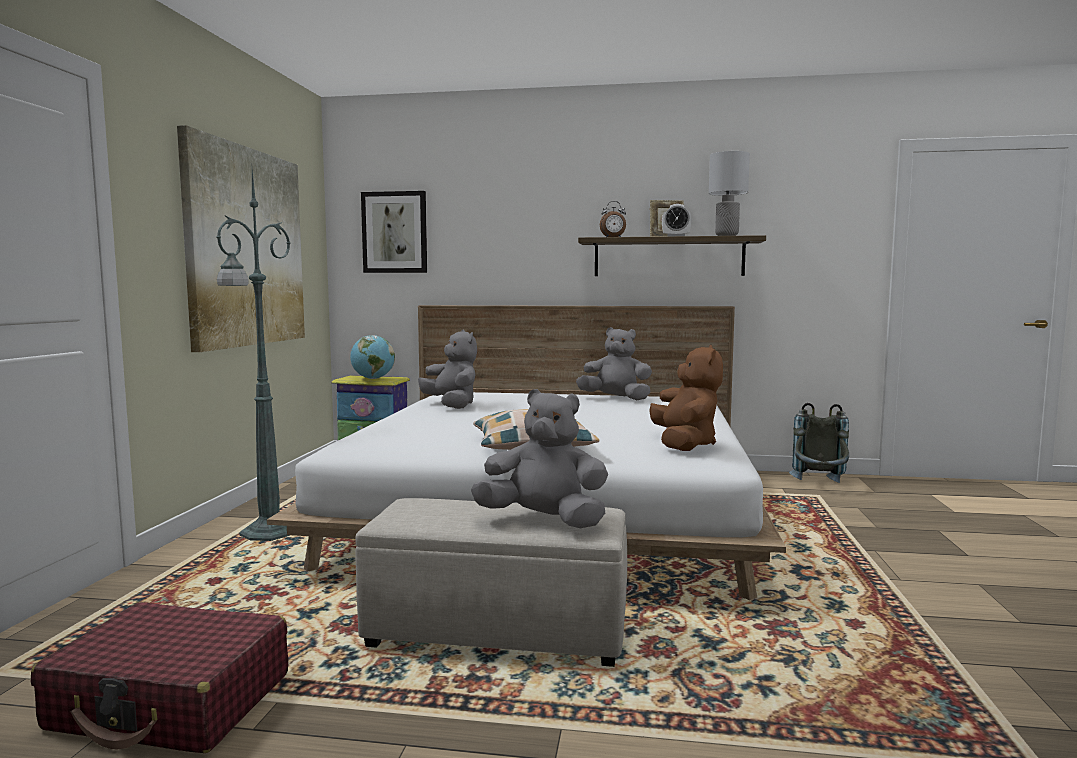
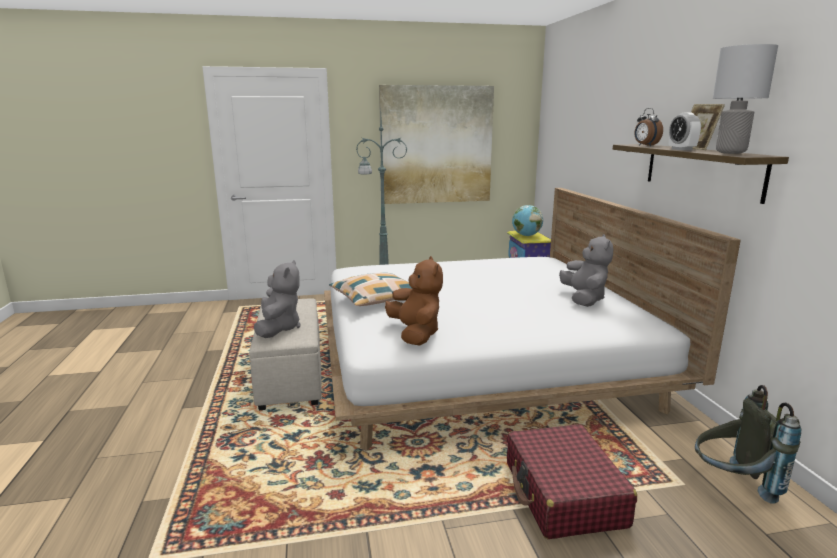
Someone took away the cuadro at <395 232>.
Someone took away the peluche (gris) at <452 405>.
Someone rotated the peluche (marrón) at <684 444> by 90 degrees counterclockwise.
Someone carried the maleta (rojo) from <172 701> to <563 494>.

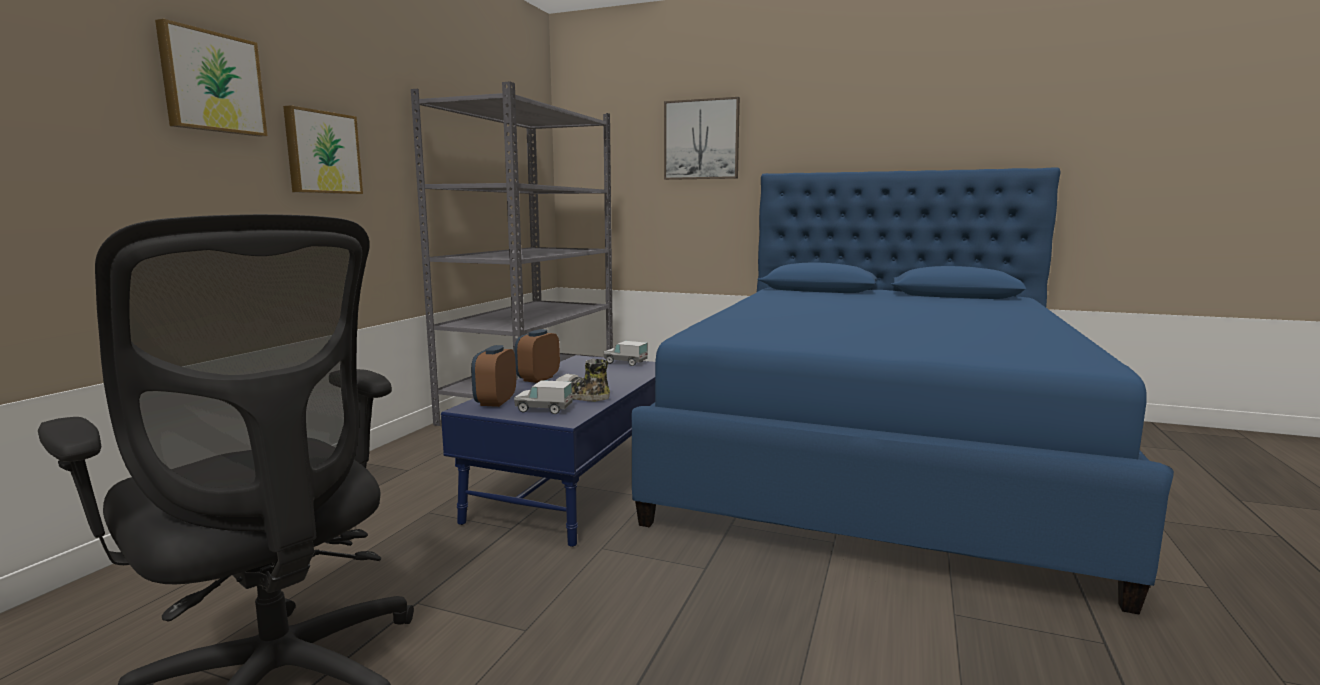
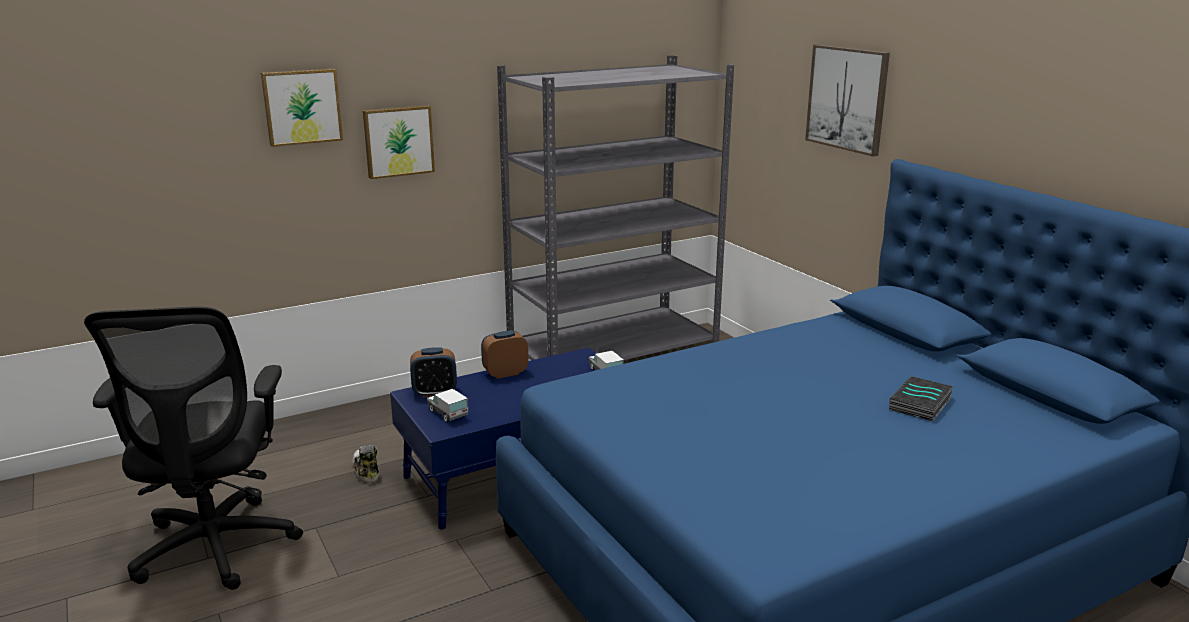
Someone rotated the despertador at <495 402> by 150 degrees counterclockwise.
Someone carried the zapato from <581 396> to <366 470>.
Someone put down the libro at <921 404>.

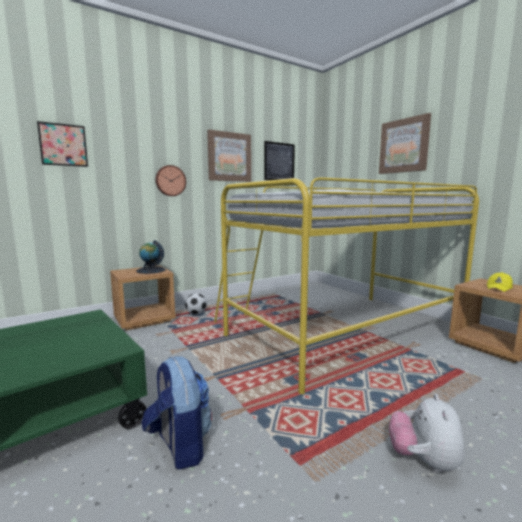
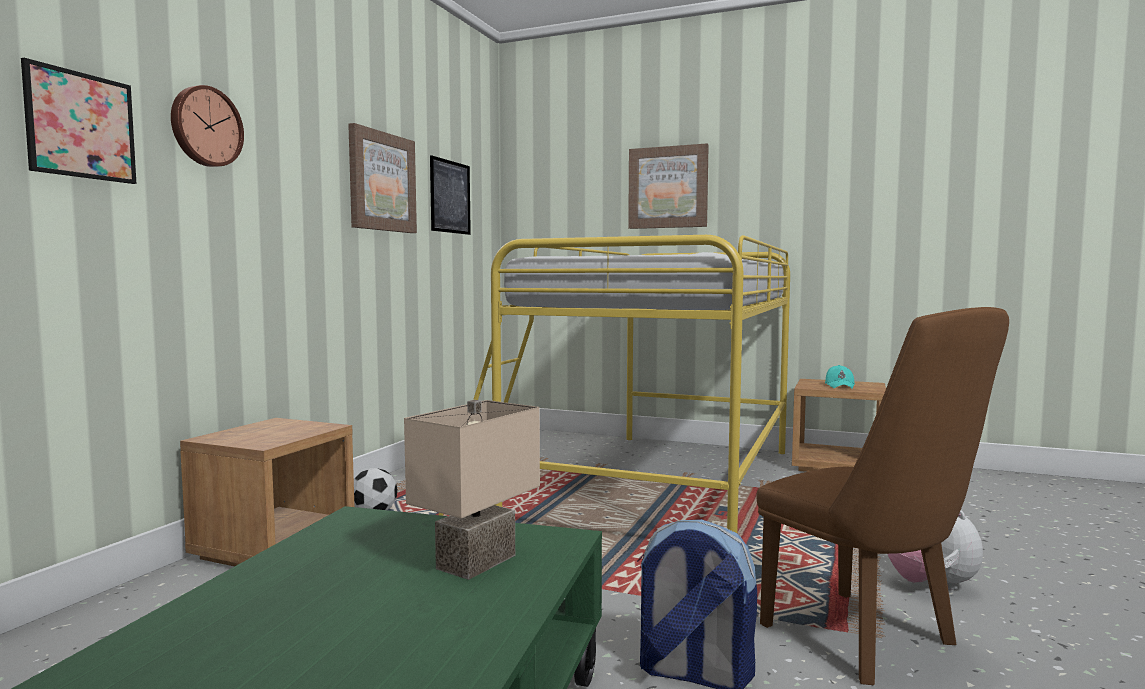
Someone carried the reloj de pared from <170 181> to <205 127>.
Someone took away the globo terráqueo at <151 270>.
Someone repainted the gorra (amarillo) at <499 288>, which became the gorra (turquesa) at <840 385>.
Someone put down the silla (marrón) at <870 641>.
Someone put down the lámpara de mesa (beis) at <474 561>.

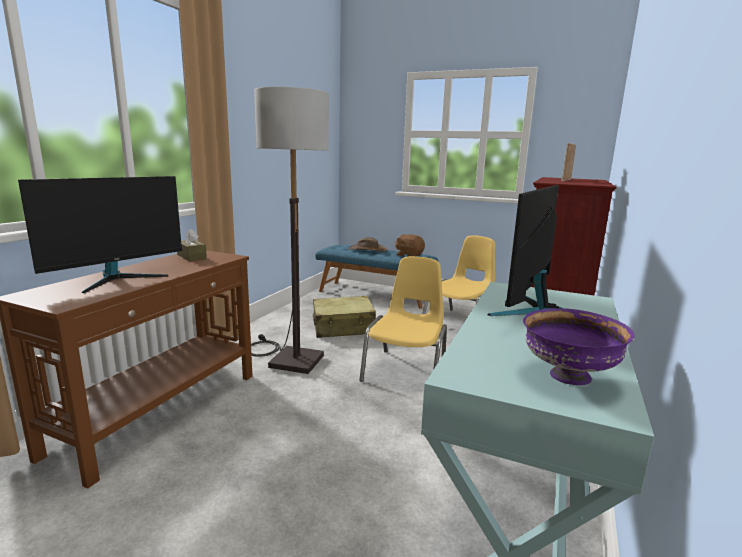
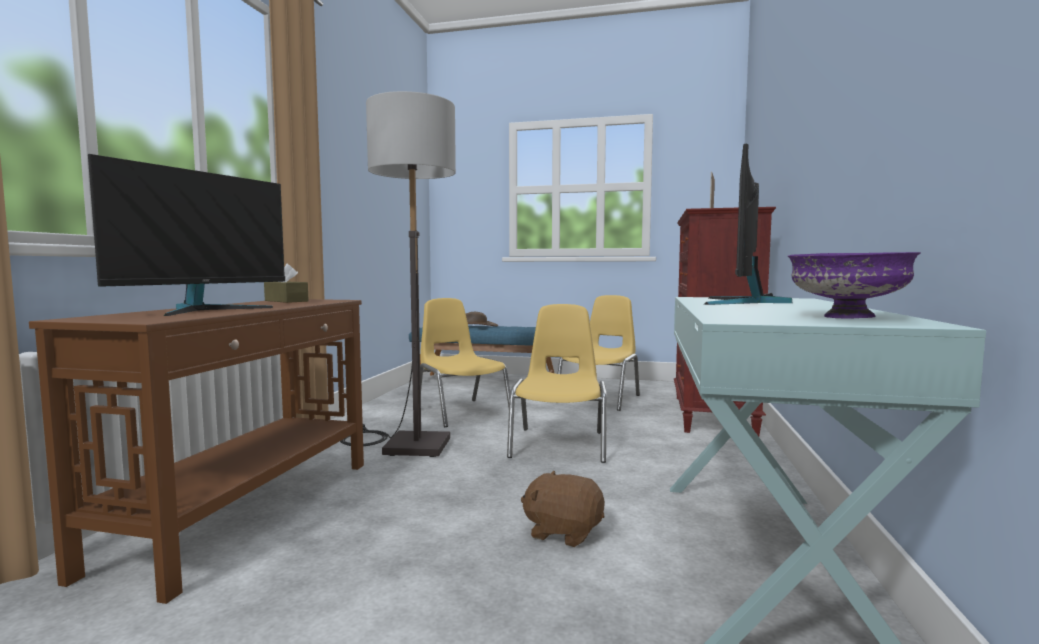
Someone carried the peluche (marrón) from <409 255> to <563 532>.
Someone swapped the maleta (beis) at <343 327> for the silla (amarillo) at <461 412>.

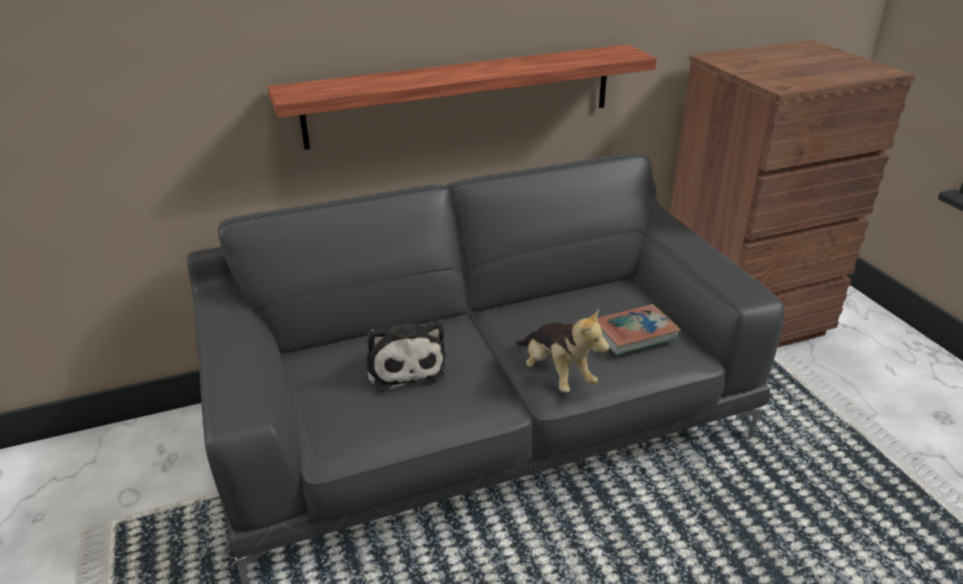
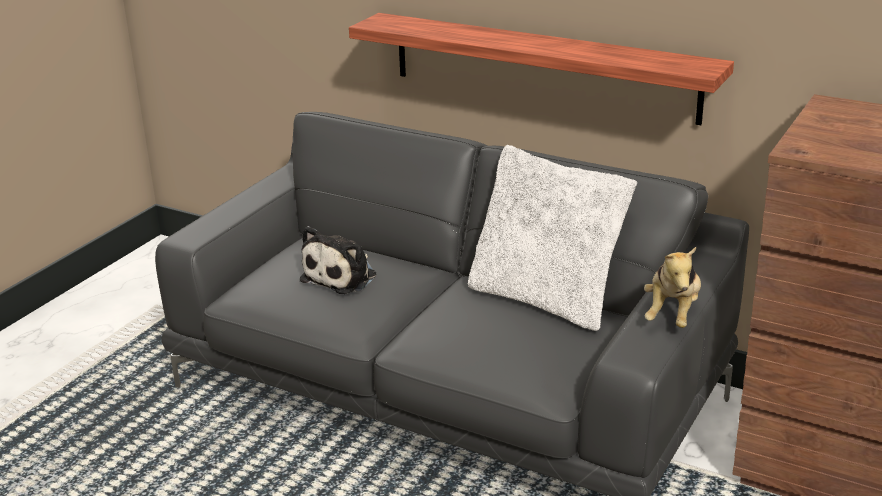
Someone took away the libro at <634 334>.
Someone carried the peluche from <556 374> to <672 314>.
Someone put down the cojín (blanco) at <546 295>.

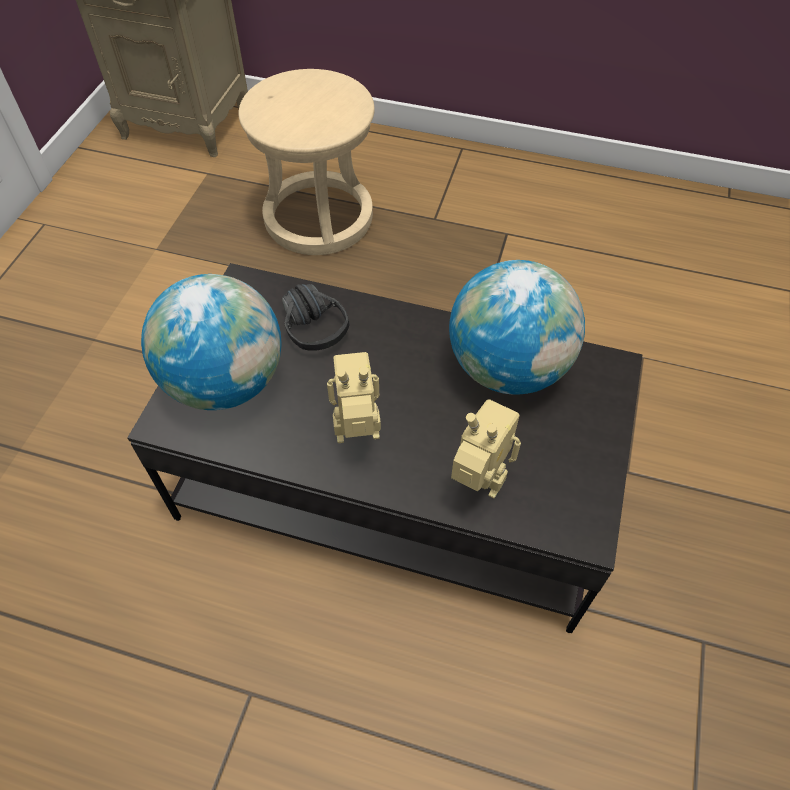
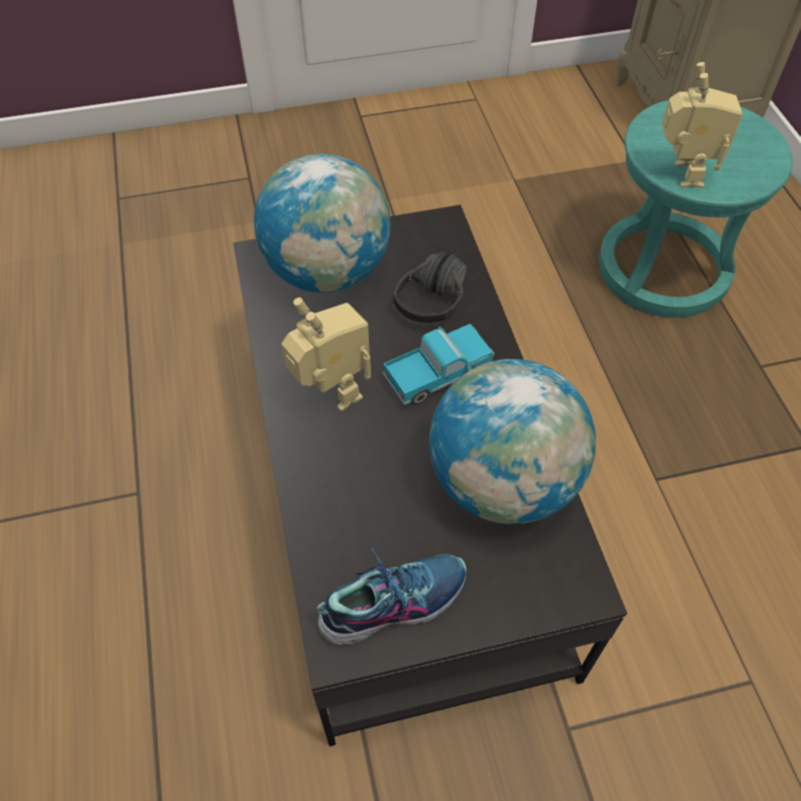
Someone repainted the taburete (beis) at <319 217>, which became the taburete (turquesa) at <664 269>.
Someone carried the robot de juguete from <476 485> to <681 175>.
Someone put down the camión de juguete at <438 375>.
Someone put down the zapato at <393 601>.

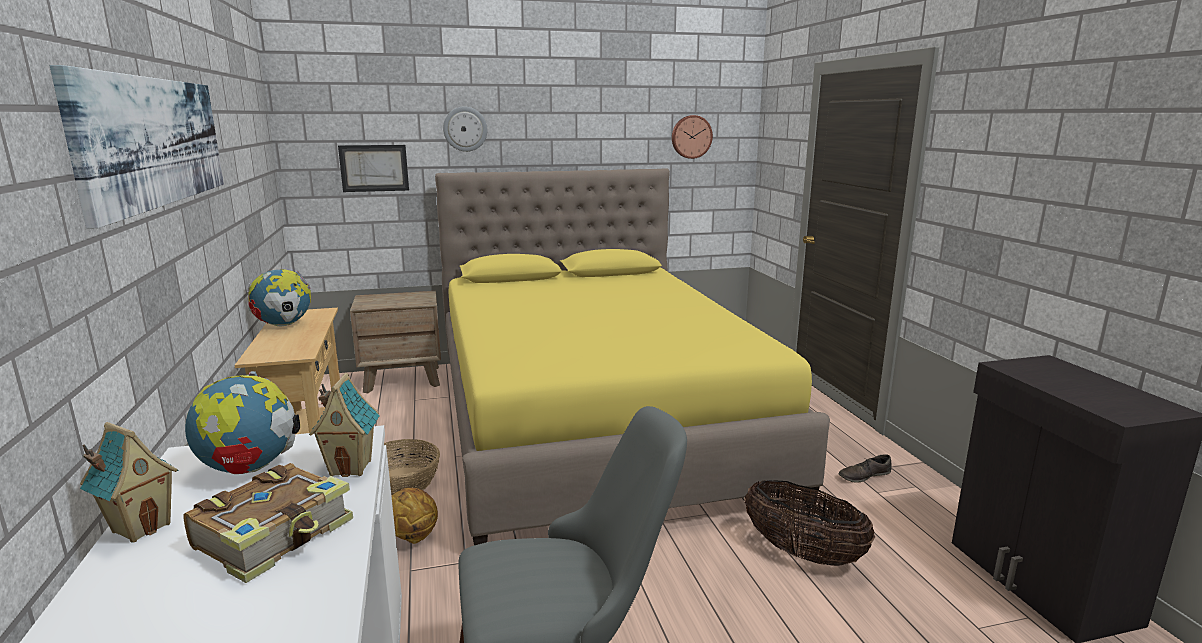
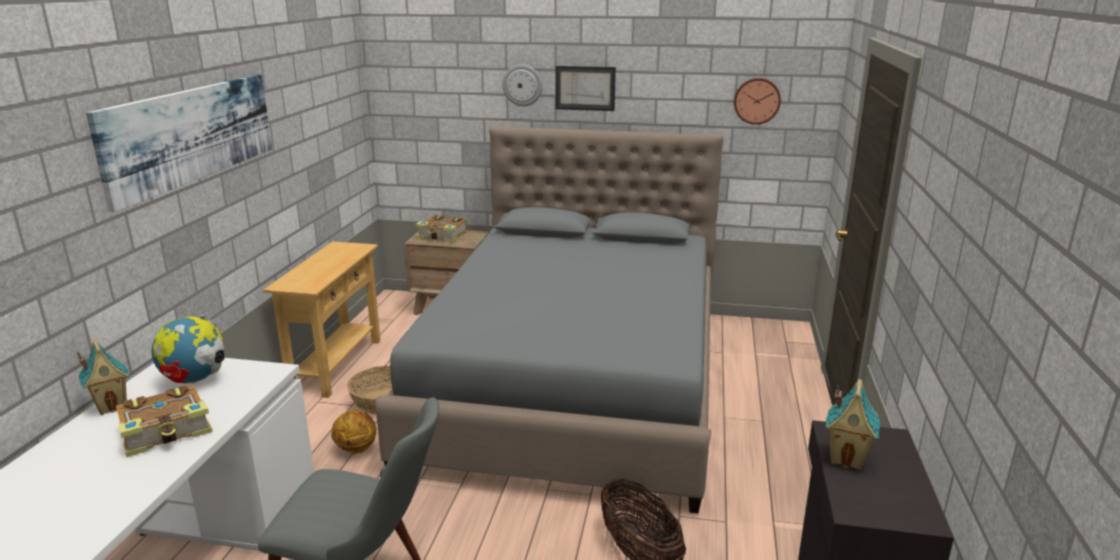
Someone carried the cuadro from <374 168> to <585 88>.
Someone repainted the cama (amarillo) at <595 420>, which became the cama (gris) at <576 381>.
Someone took away the globo terráqueo at <284 325>.
Someone carried the casita from <351 467> to <847 458>.
Someone took away the zapato (marrón) at <864 475>.
Someone put down the libro at <442 236>.

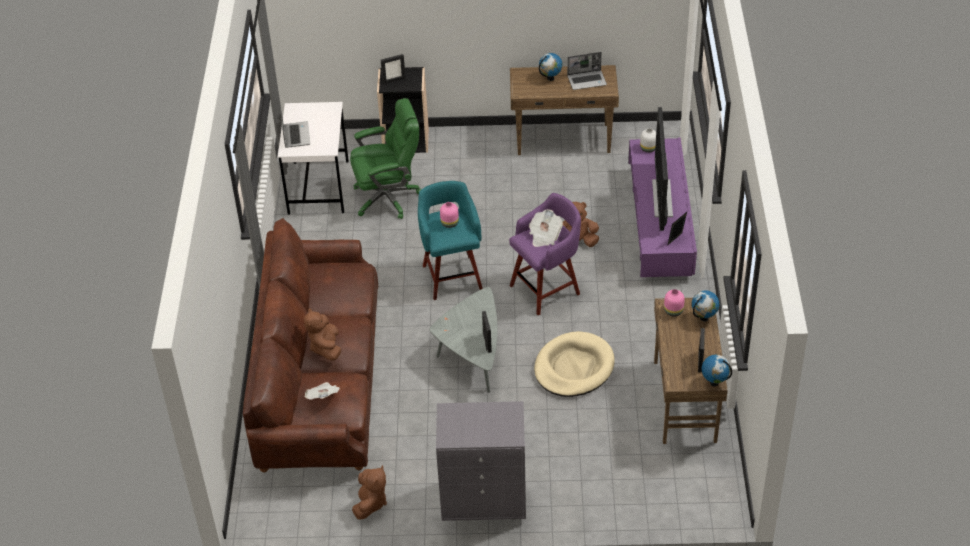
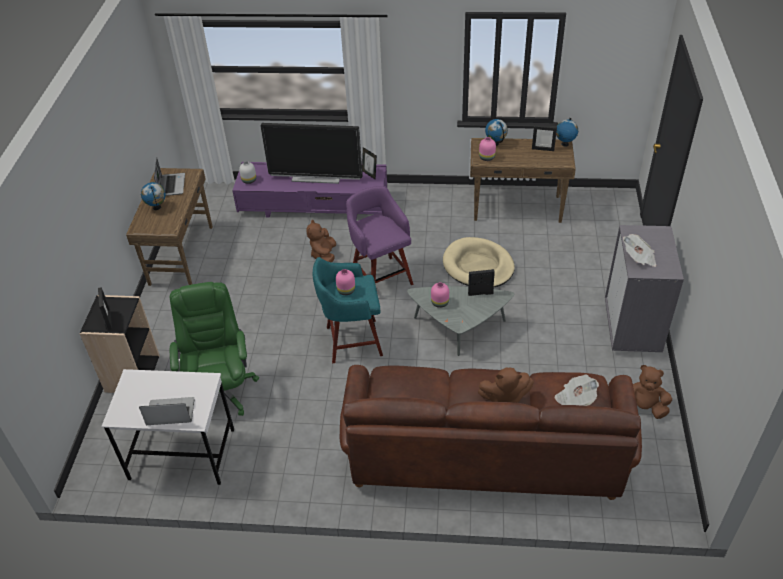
Someone carried the periódico from <544 236> to <638 258>.
Someone put down the florero (rosa) at <439 302>.

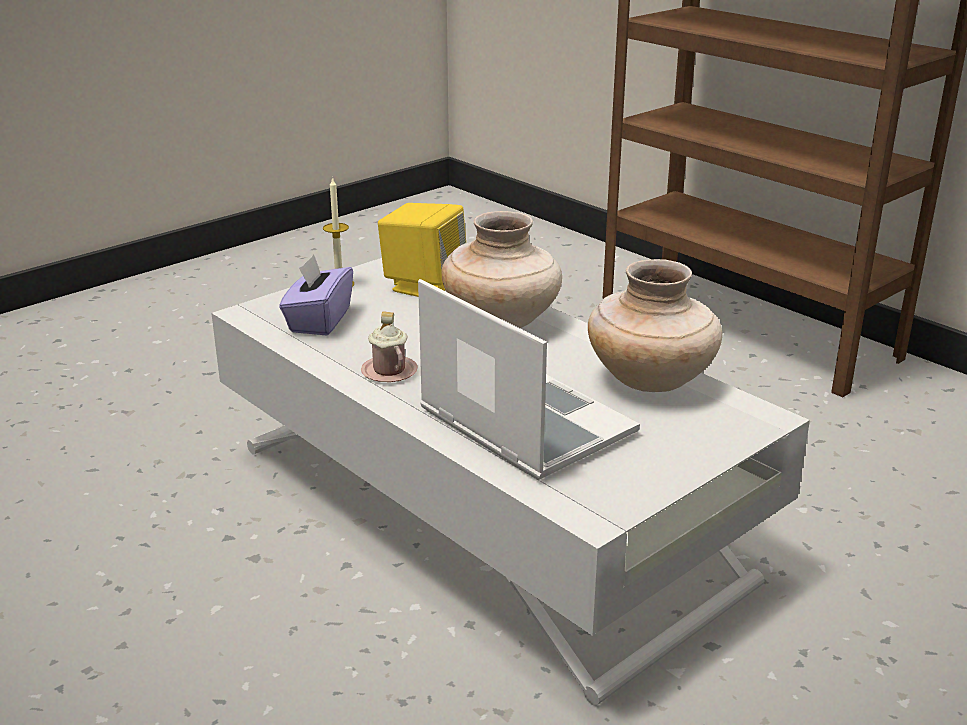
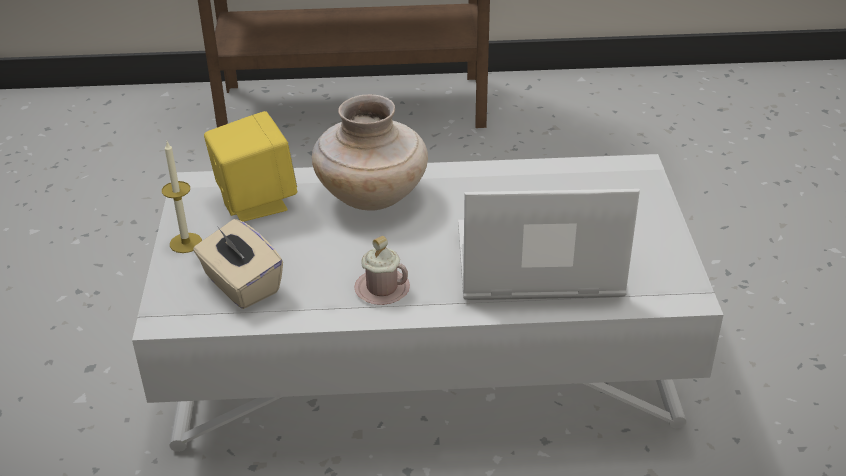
Someone repainted the caja de pañuelos (morado) at <319 321>, which became the caja de pañuelos (beis) at <241 285>.
Someone took away the florero (beis) at <651 380>.

